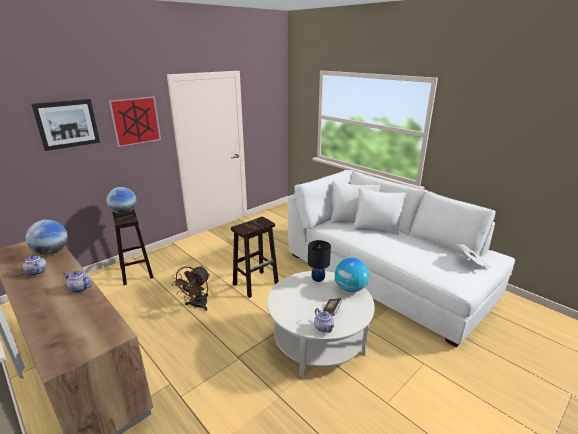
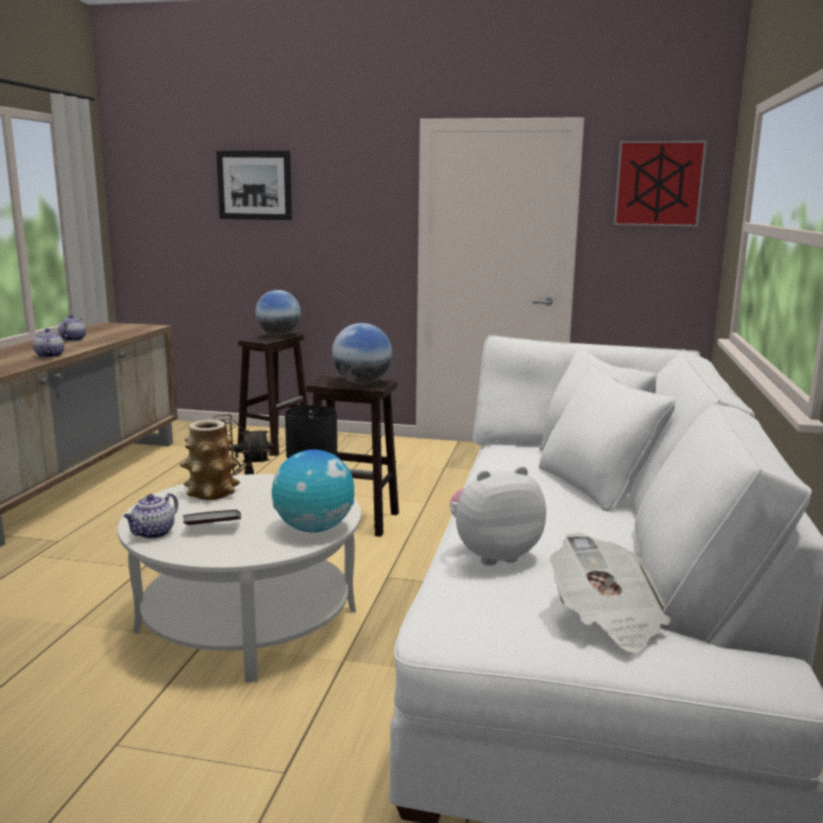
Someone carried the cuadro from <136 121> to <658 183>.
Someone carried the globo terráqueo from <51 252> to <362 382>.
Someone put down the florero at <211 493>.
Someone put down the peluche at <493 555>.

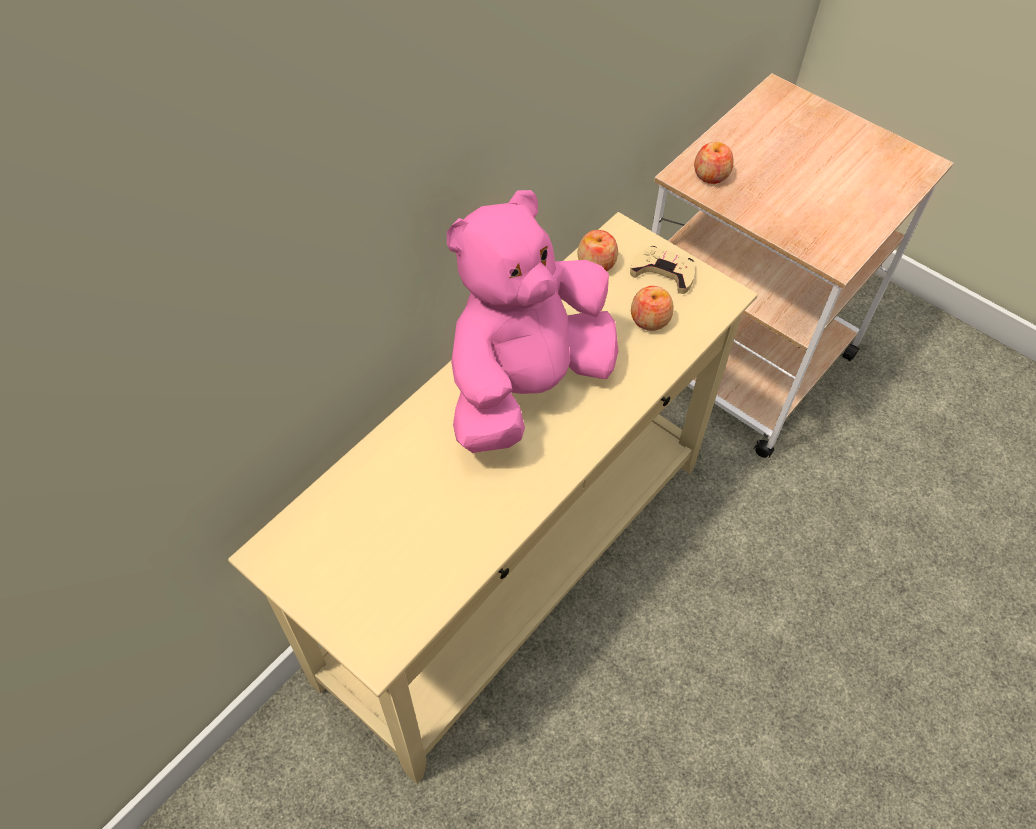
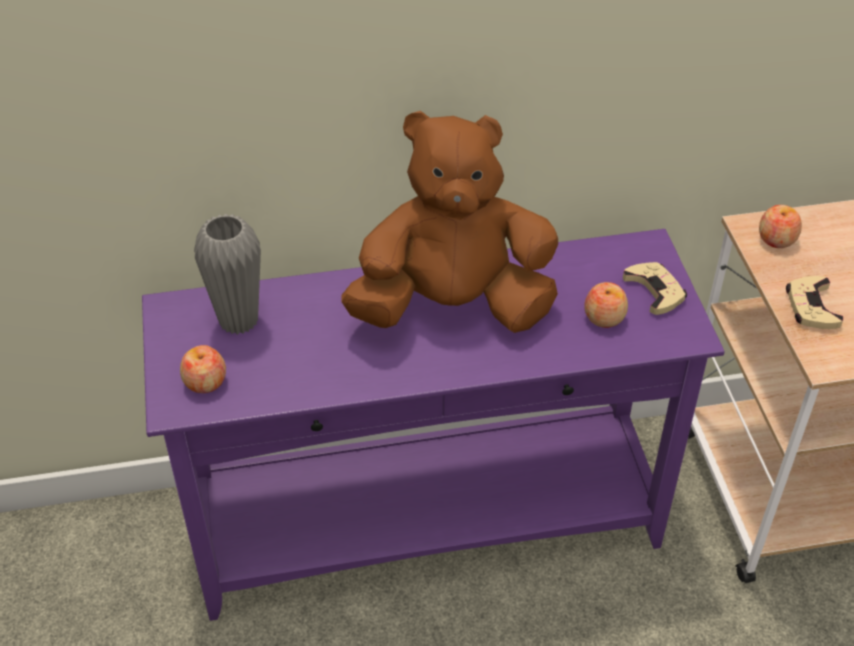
Someone repainted the peluche (rosa) at <525 385>, which became the peluche (marrón) at <453 307>.
Someone repainted the mesa consola (beis) at <515 567>, which became the mesa consola (morado) at <428 521>.
Someone carried the manzana from <596 263> to <205 382>.
Someone put down the florero (gris) at <238 321>.
Someone put down the mando de consola (beis) at <811 307>.

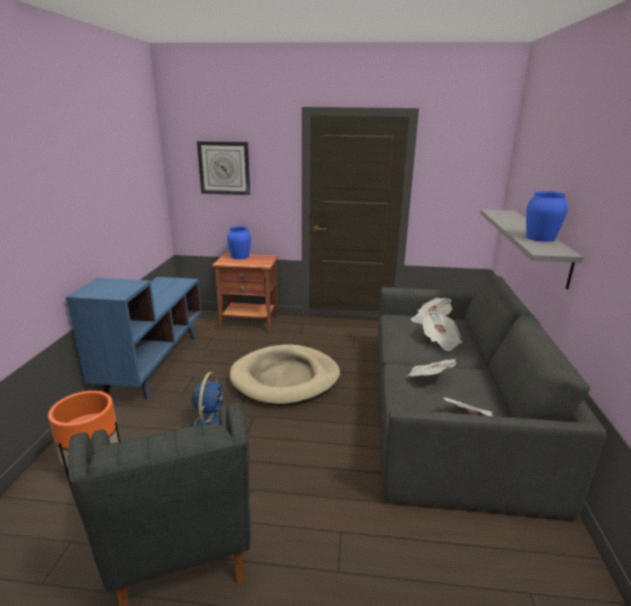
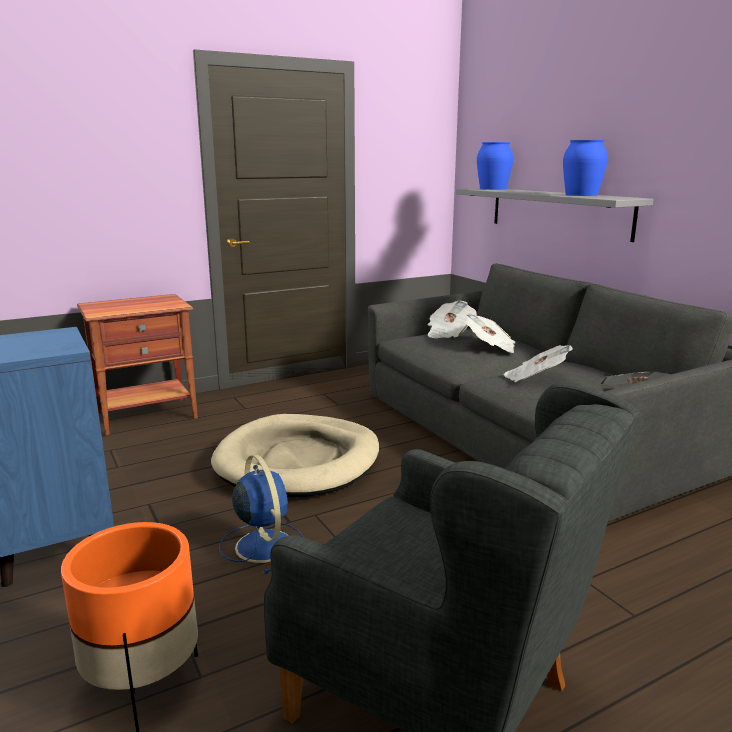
Someone took away the reloj de pared at <224 168>.
Someone carried the florero (azul) from <240 256> to <493 189>.

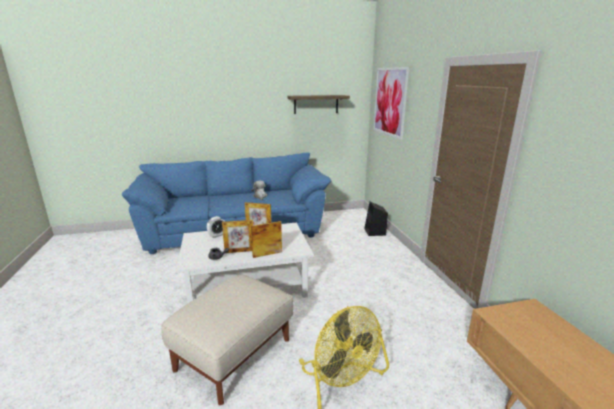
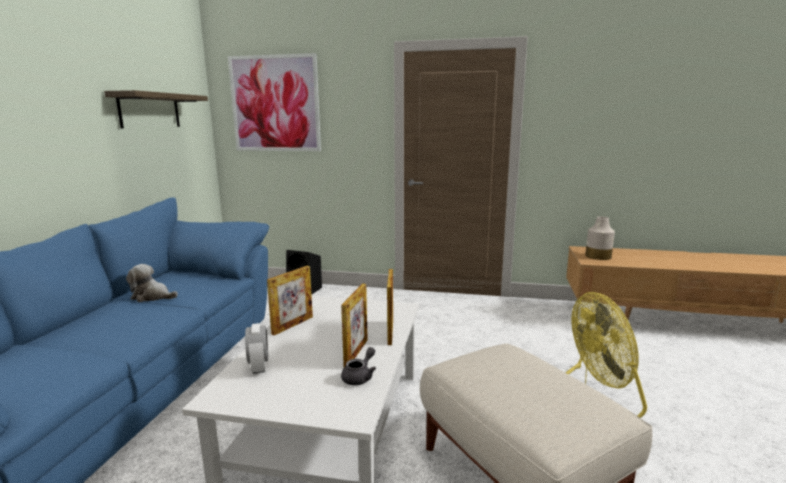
Someone put down the florero (beis) at <598 256>.

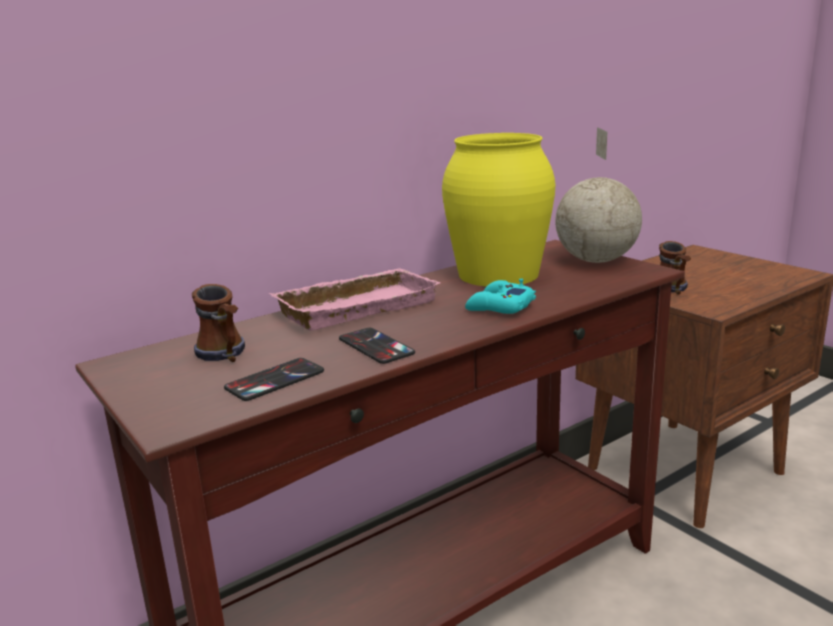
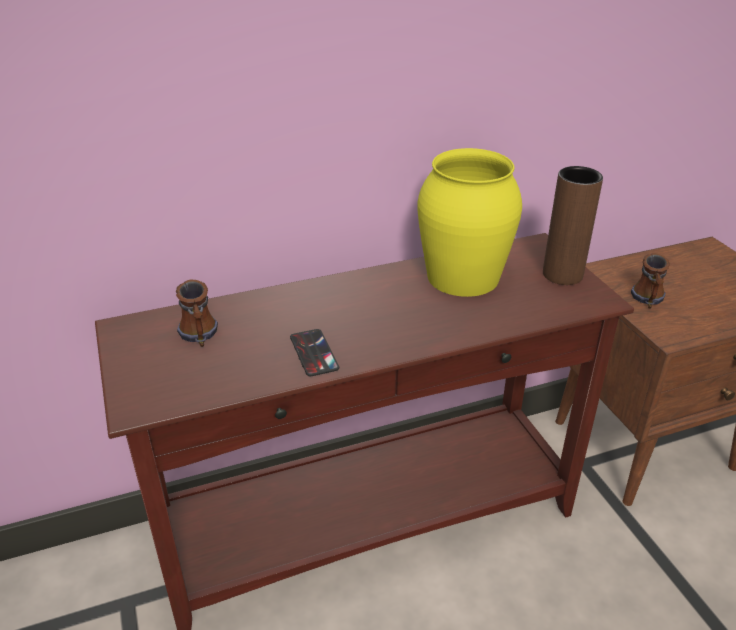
Someone swapped the globo terráqueo at <596 260> for the florero (marrón) at <562 275>.
Someone took away the bandeja (rosa) at <357 306>.
Someone took away the mando de consola (turquesa) at <499 307>.
Someone took away the móvil at <275 380>.

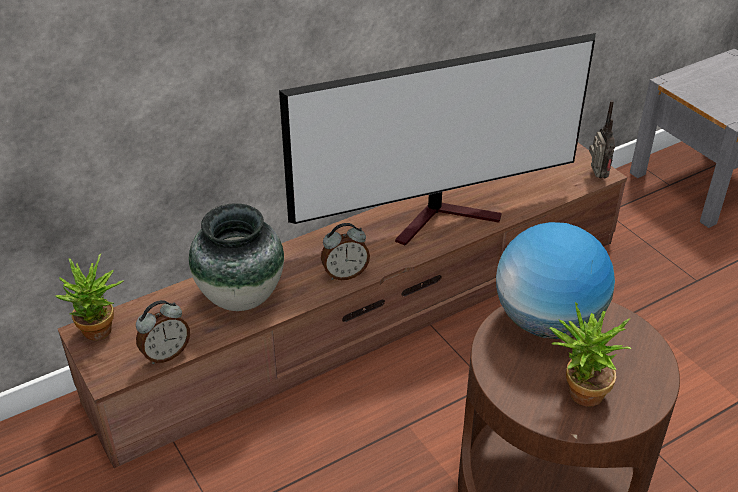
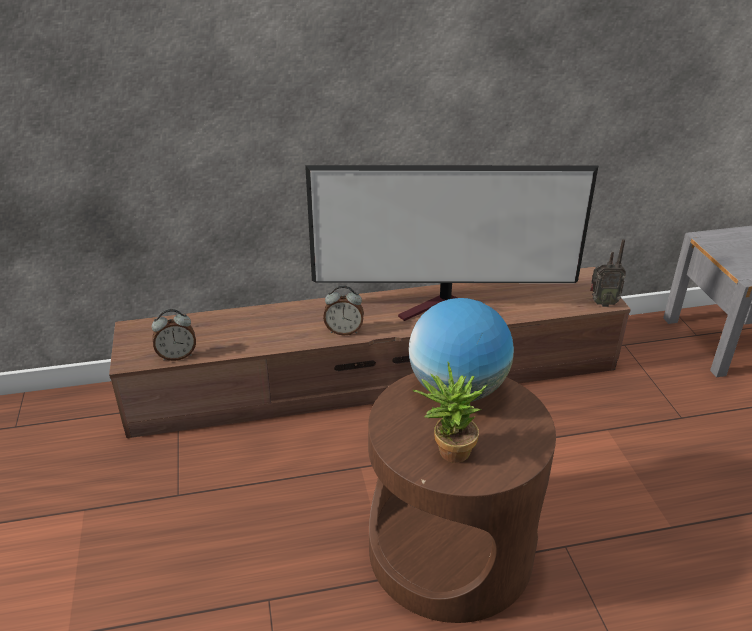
Someone rotated the radio at <596 176> by 75 degrees clockwise.
Someone took away the florero at <240 296>.
Someone took away the planta en maceta at <100 334>.

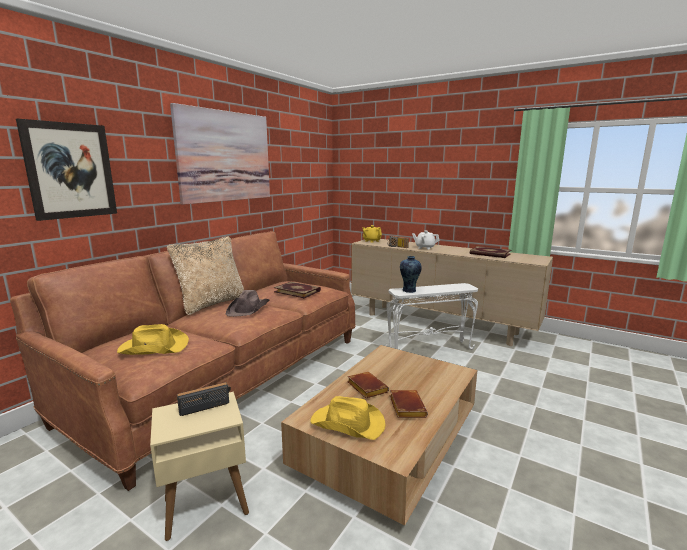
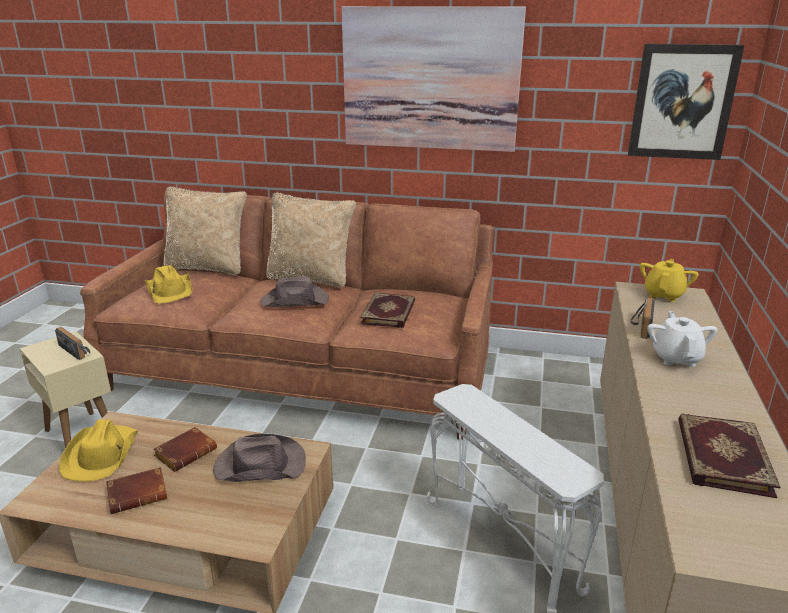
Someone carried the cuadro from <70 171> to <682 102>.
Someone took away the florero at <409 290>.
Someone put down the cojín (beis) at <208 269>.
Someone put down the sombrero (marrón) at <259 465>.

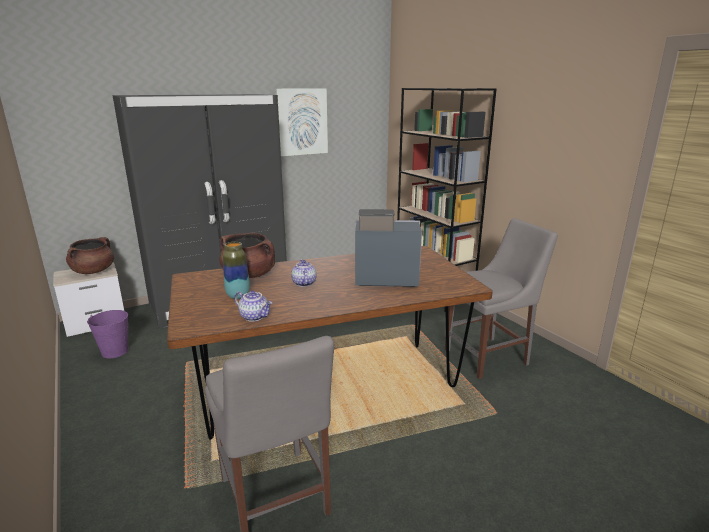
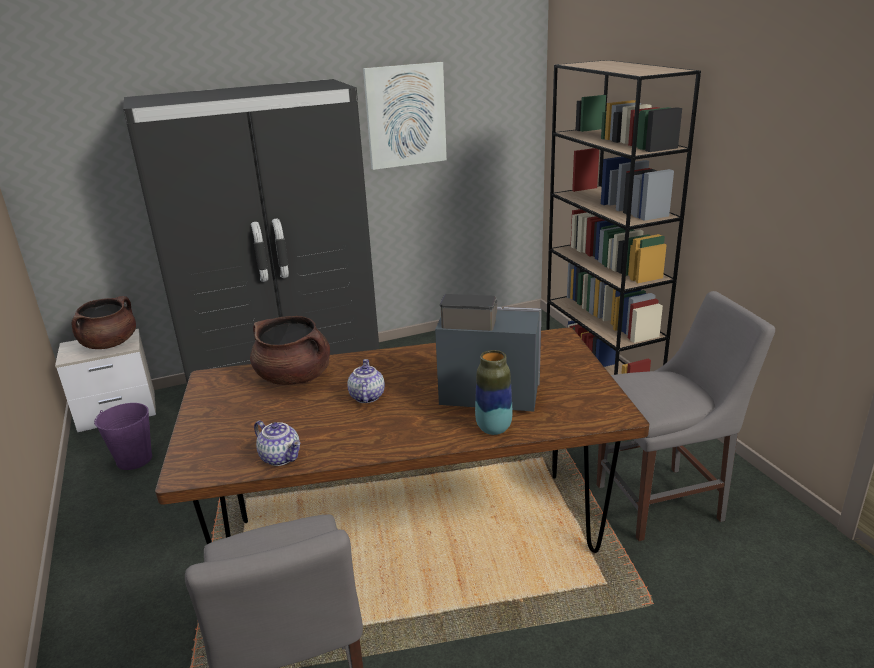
Someone carried the florero from <238 296> to <493 428>.

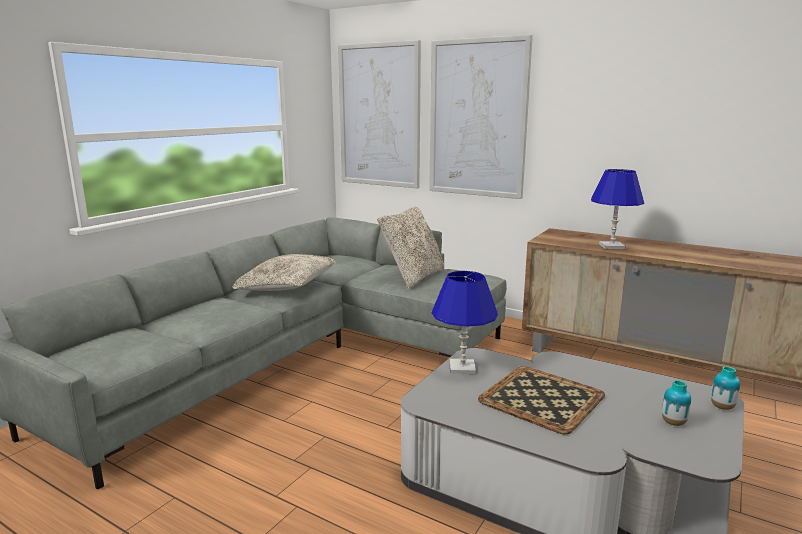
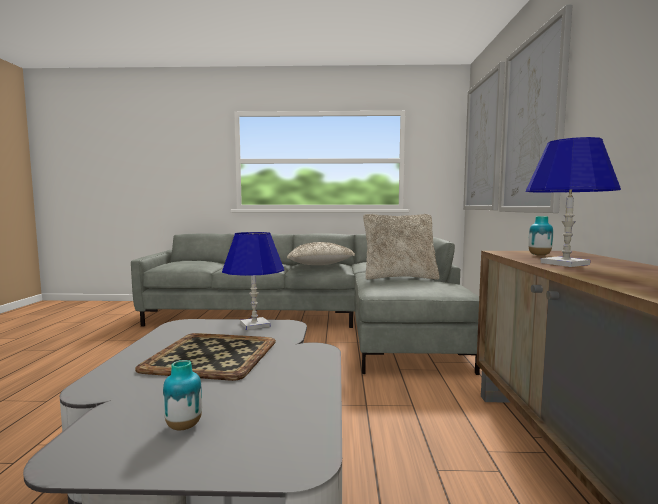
Someone carried the florero from <722 407> to <539 255>.

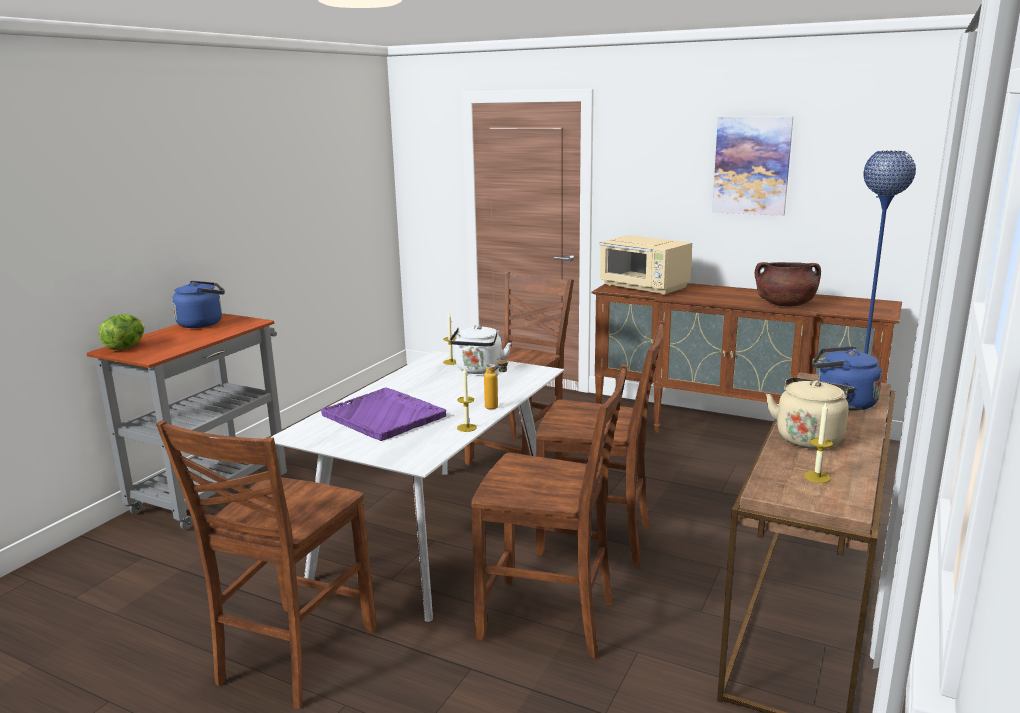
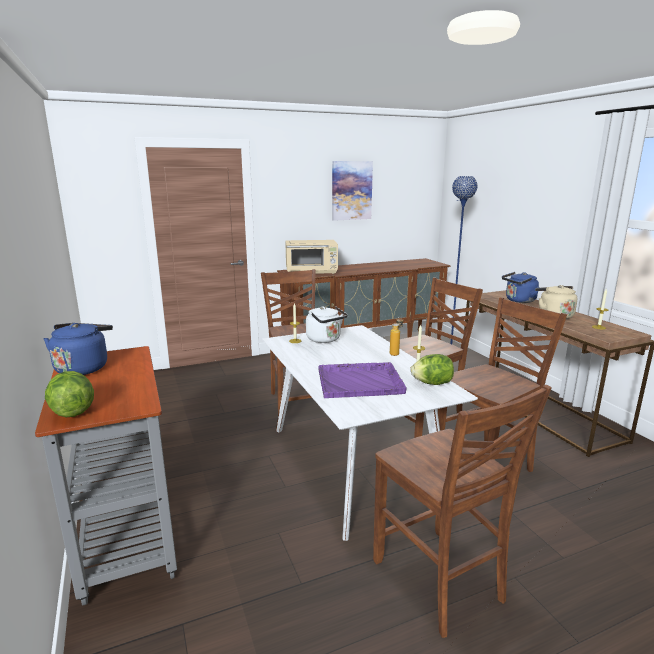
Someone took away the olla (marrón) at <785 304>.
Someone put down the lechuga at <432 383>.

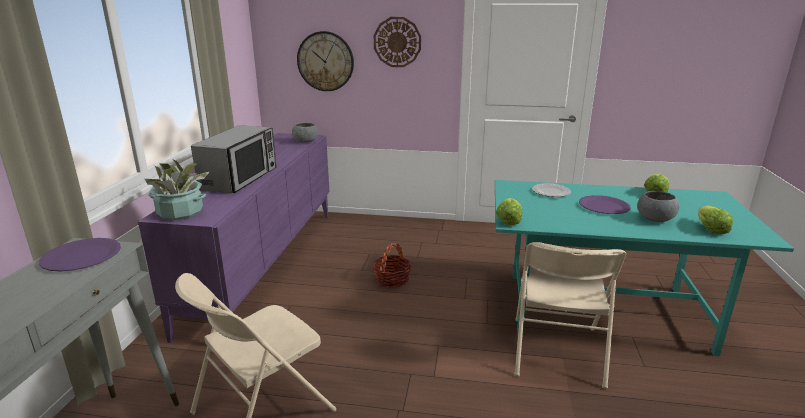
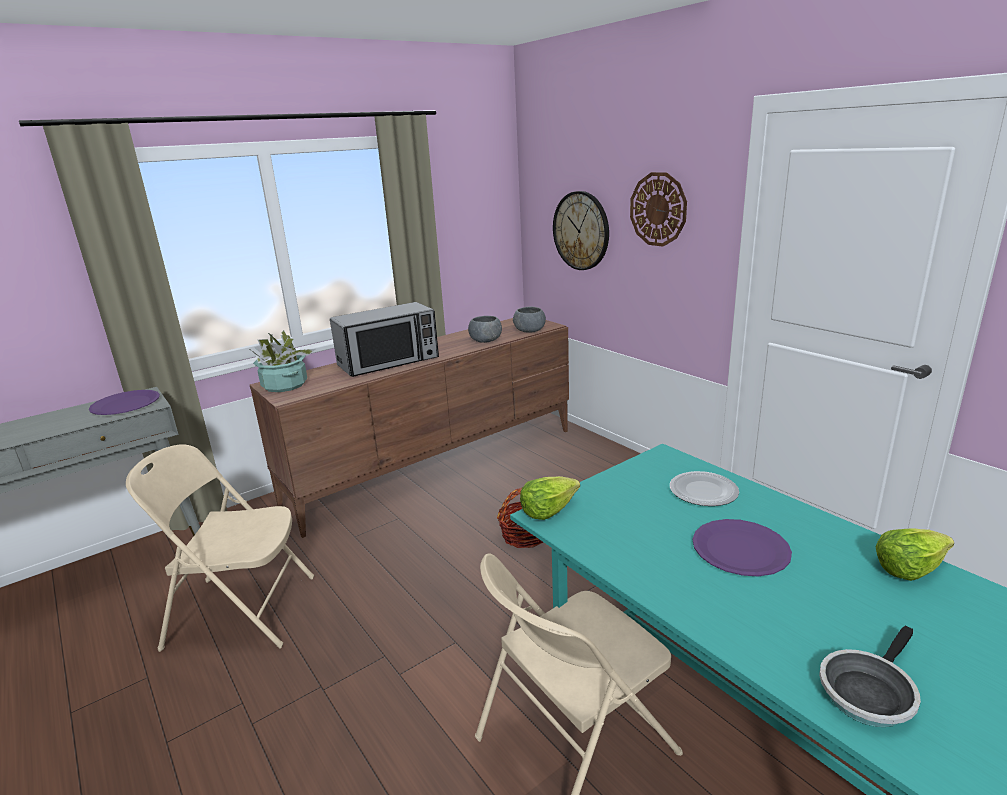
Someone repainted the armario (morado) at <265 265>, which became the armario (marrón) at <436 465>.
Someone carried the cuenco (gris) from <655 219> to <486 341>.
Someone swapped the lechuga at <710 229> for the sartén at <868 691>.

